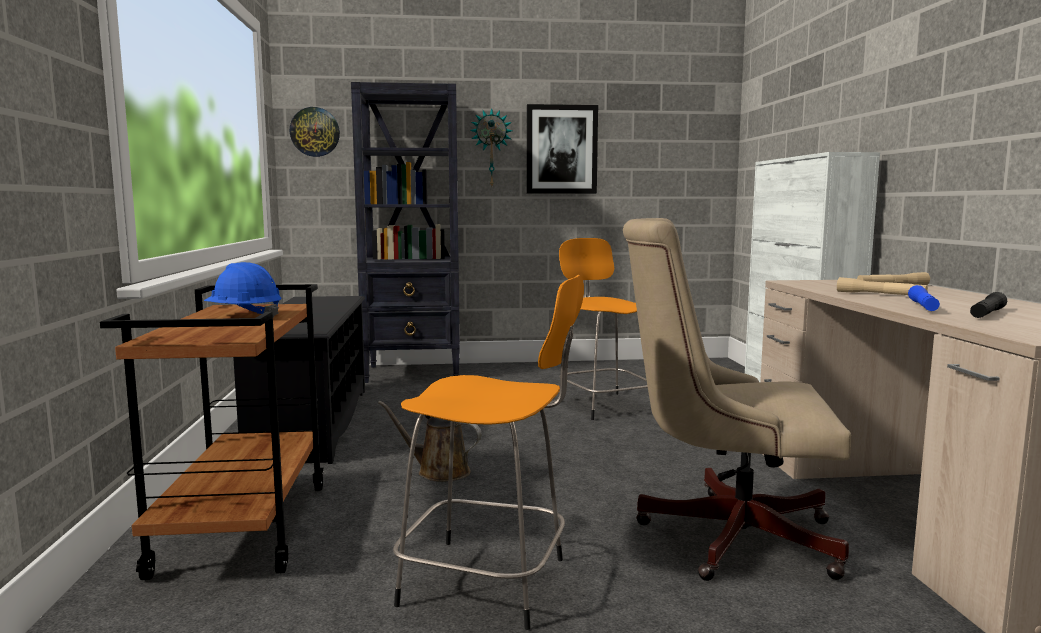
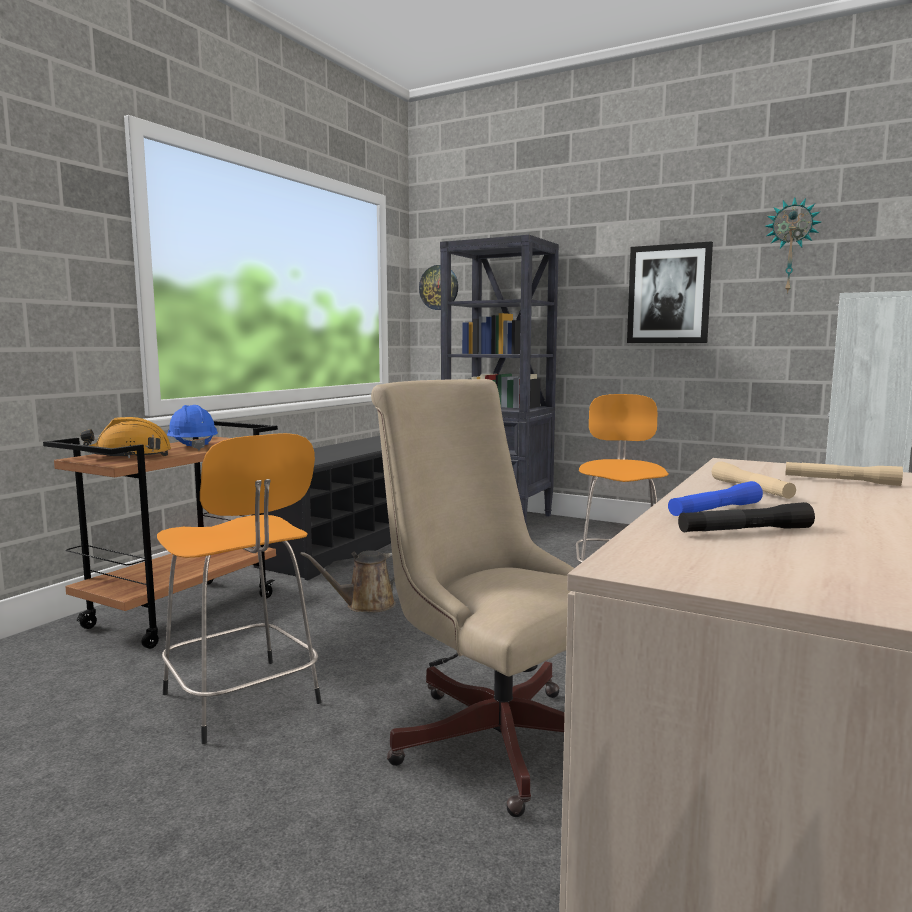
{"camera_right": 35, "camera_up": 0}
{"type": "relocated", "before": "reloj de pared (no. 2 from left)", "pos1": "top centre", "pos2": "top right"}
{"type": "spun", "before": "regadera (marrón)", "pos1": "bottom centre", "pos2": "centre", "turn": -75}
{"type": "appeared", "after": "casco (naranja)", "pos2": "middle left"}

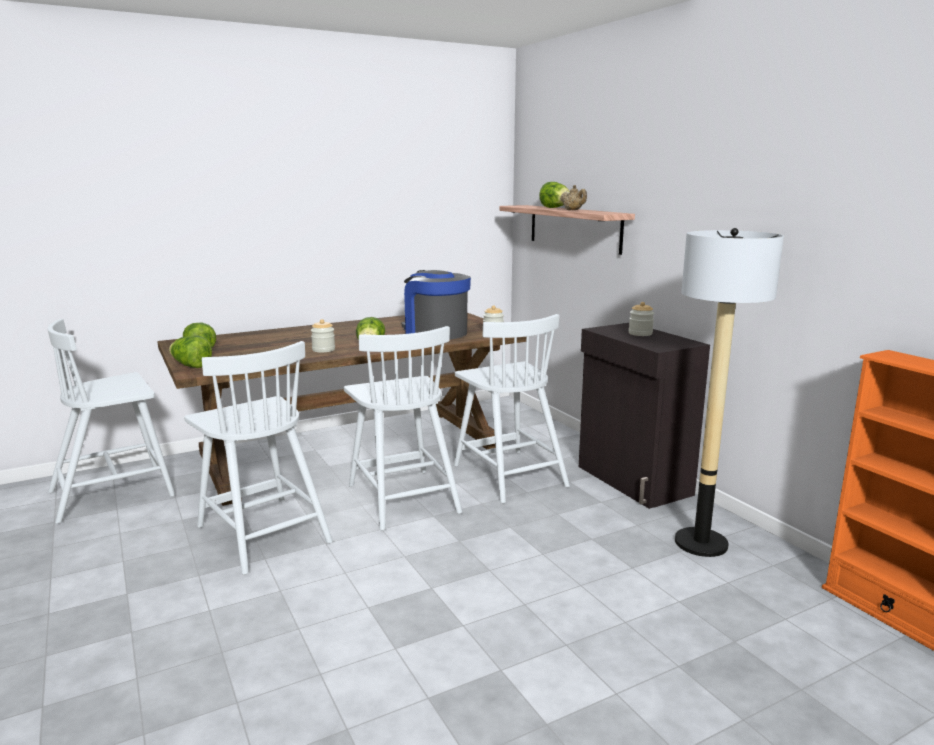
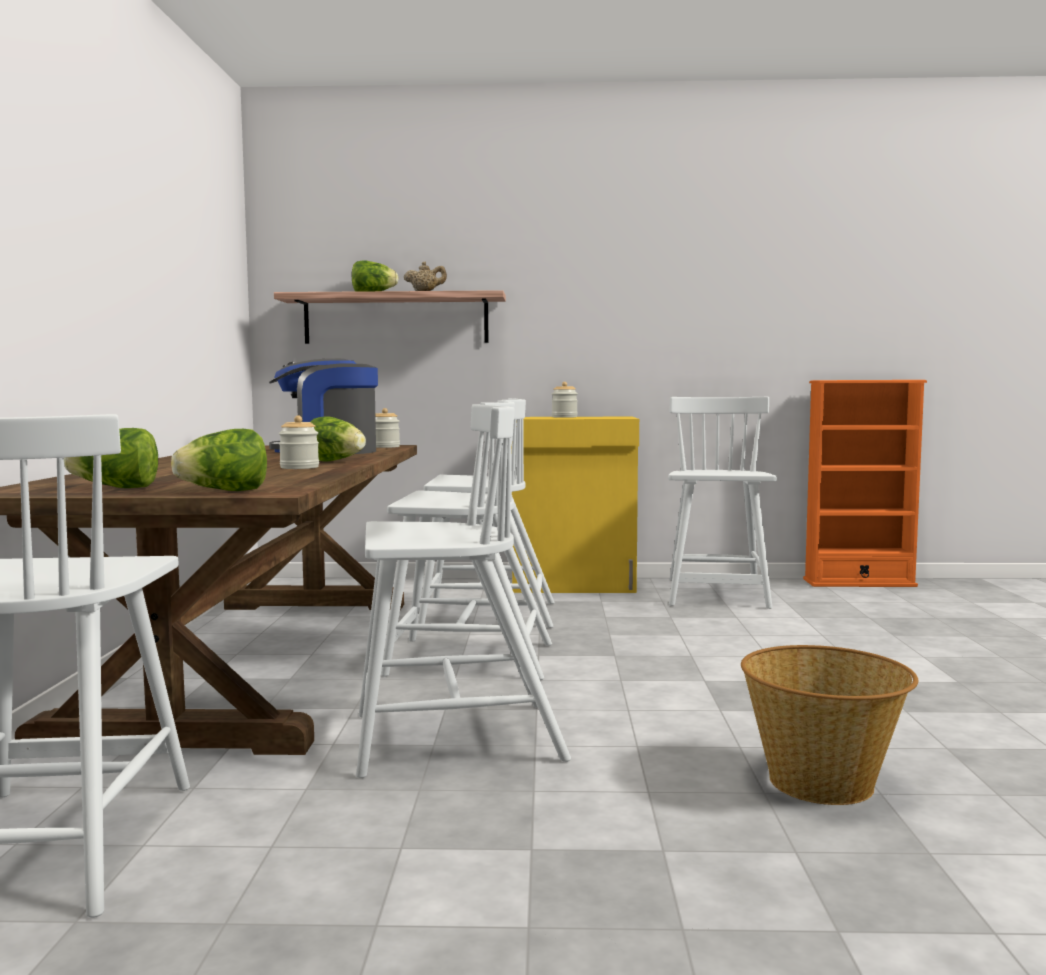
{"camera_right": -60, "camera_up": -10}
{"type": "exchanged", "before": "lámpara de pie", "after": "silla (blanco) (no. 5 from left)", "pos1": "middle right", "pos2": "middle right"}
{"type": "colour", "before": "armario (negro)", "after": "armario (amarillo)", "pos1": "middle right", "pos2": "centre"}
{"type": "appeared", "after": "cesta", "pos2": "bottom right"}

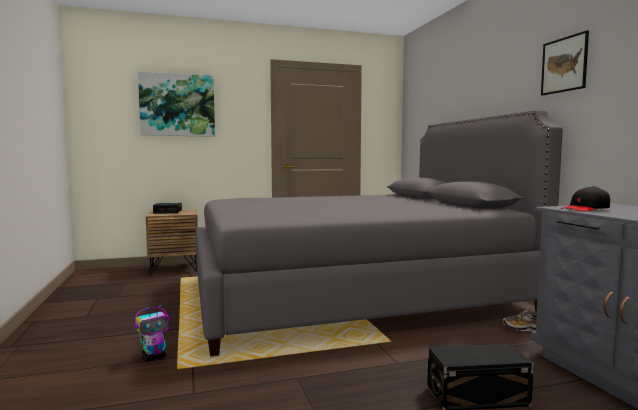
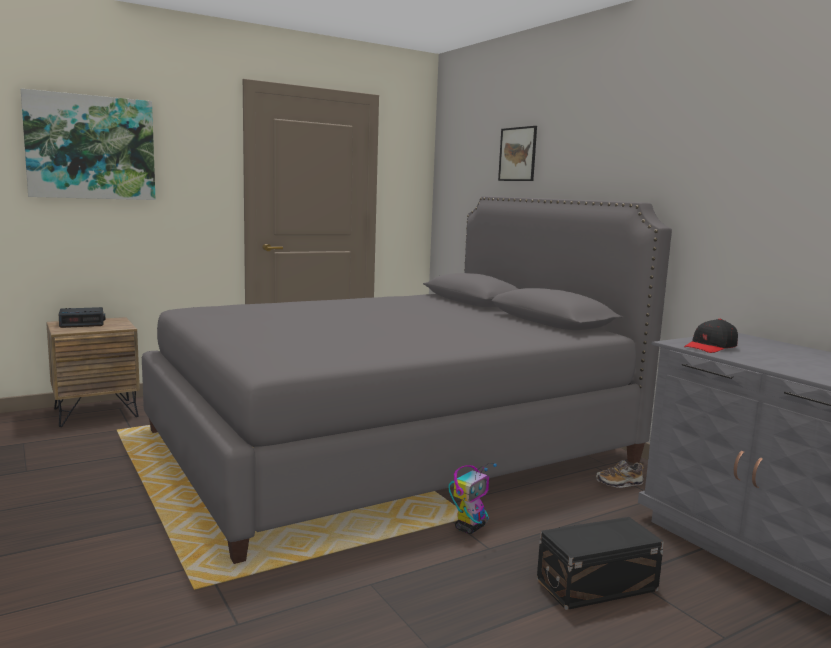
{"camera_right": -15, "camera_up": 5}
{"type": "relocated", "before": "cuadro (no. 2 from left)", "pos1": "top right", "pos2": "top centre"}
{"type": "relocated", "before": "robot de juguete", "pos1": "bottom left", "pos2": "bottom centre"}

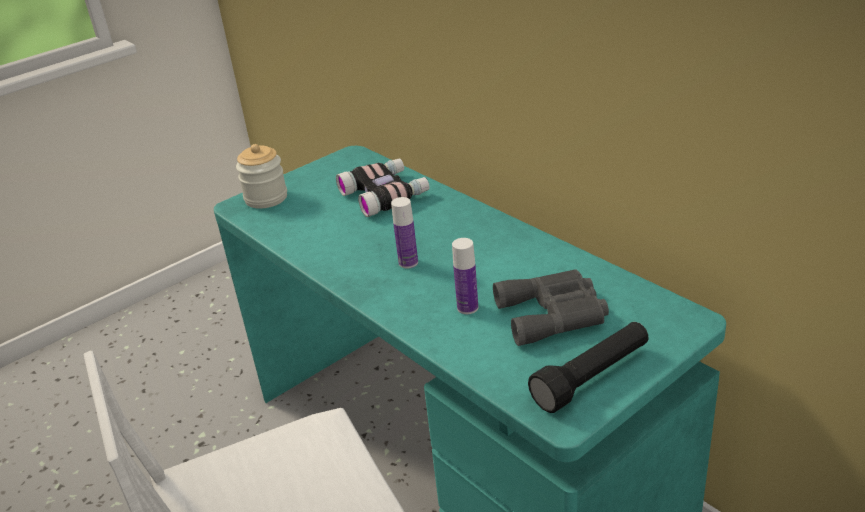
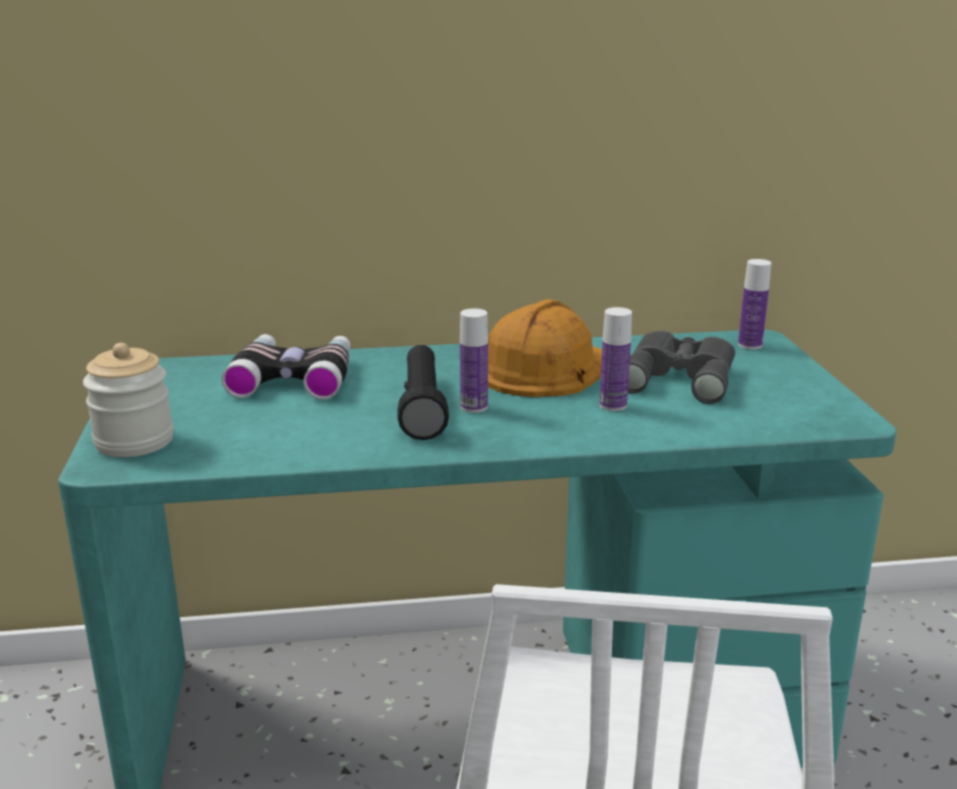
{"camera_right": -60, "camera_up": -10}
{"type": "relocated", "before": "linterna (negro)", "pos1": "bottom right", "pos2": "centre"}
{"type": "appeared", "after": "botella (no. 3 from left)", "pos2": "middle right"}
{"type": "appeared", "after": "casco (naranja)", "pos2": "centre"}

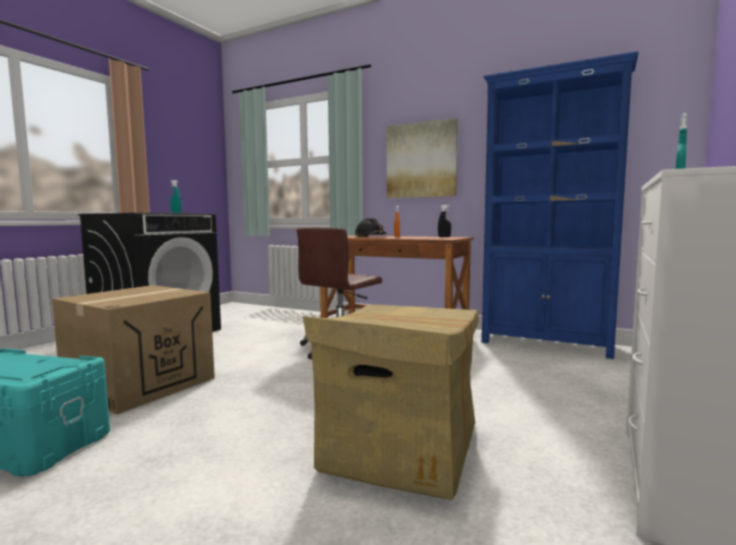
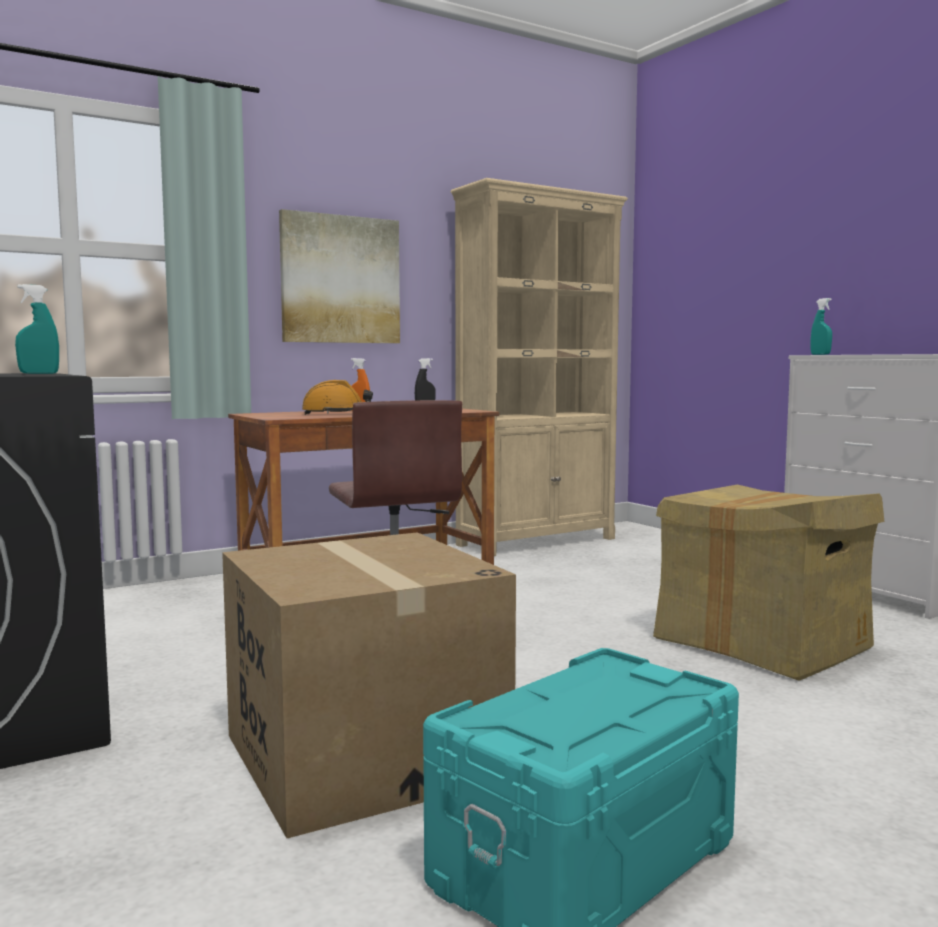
{"camera_right": -60, "camera_up": 0}
{"type": "colour", "before": "estantería (azul)", "after": "estantería (beis)", "pos1": "middle right", "pos2": "centre"}
{"type": "colour", "before": "casco (negro)", "after": "casco (naranja)", "pos1": "centre", "pos2": "centre"}

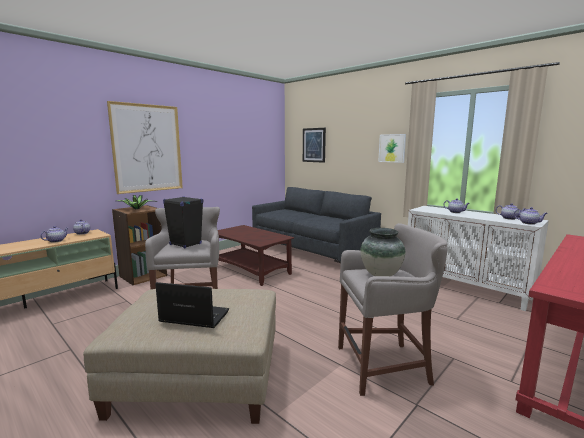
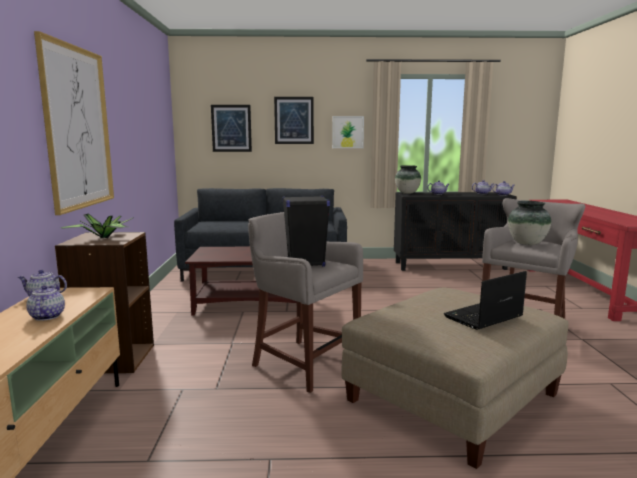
{"camera_right": -45, "camera_up": 0}
{"type": "colour", "before": "armario (blanco)", "after": "armario (negro)", "pos1": "middle right", "pos2": "middle right"}
{"type": "appeared", "after": "cuadro (no. 3 from left)", "pos2": "top centre"}
{"type": "appeared", "after": "florero (no. 1 from left)", "pos2": "centre"}

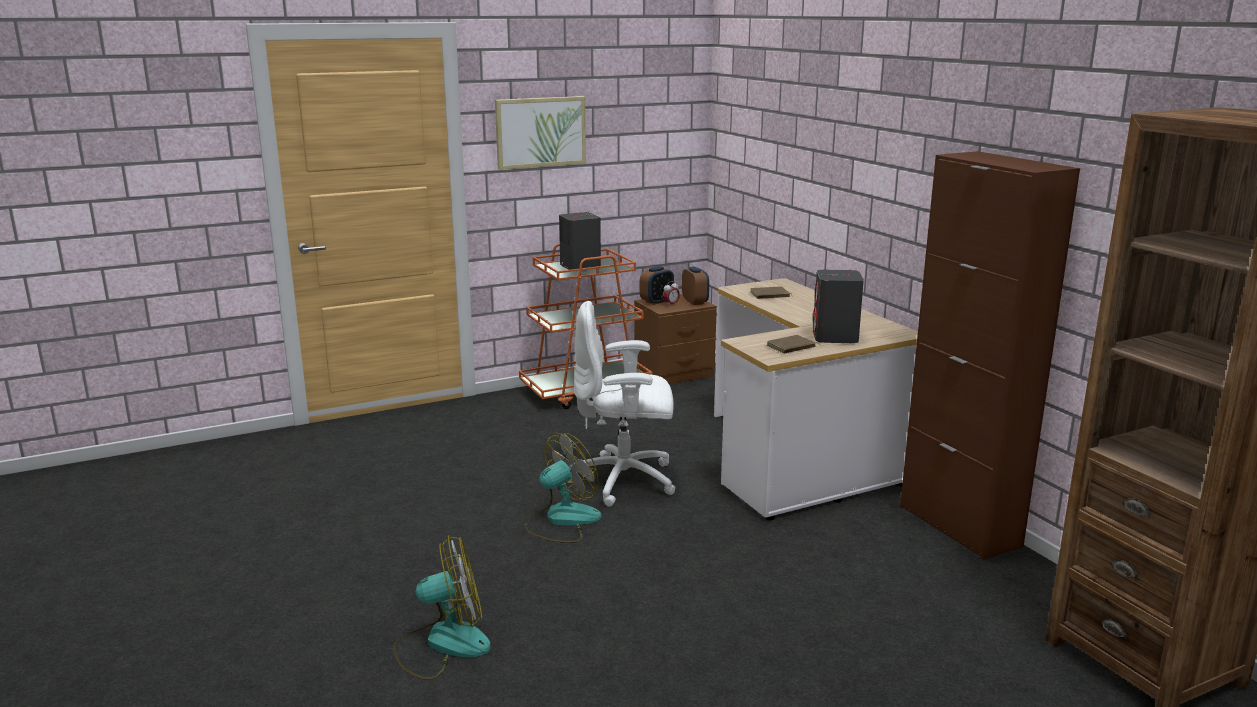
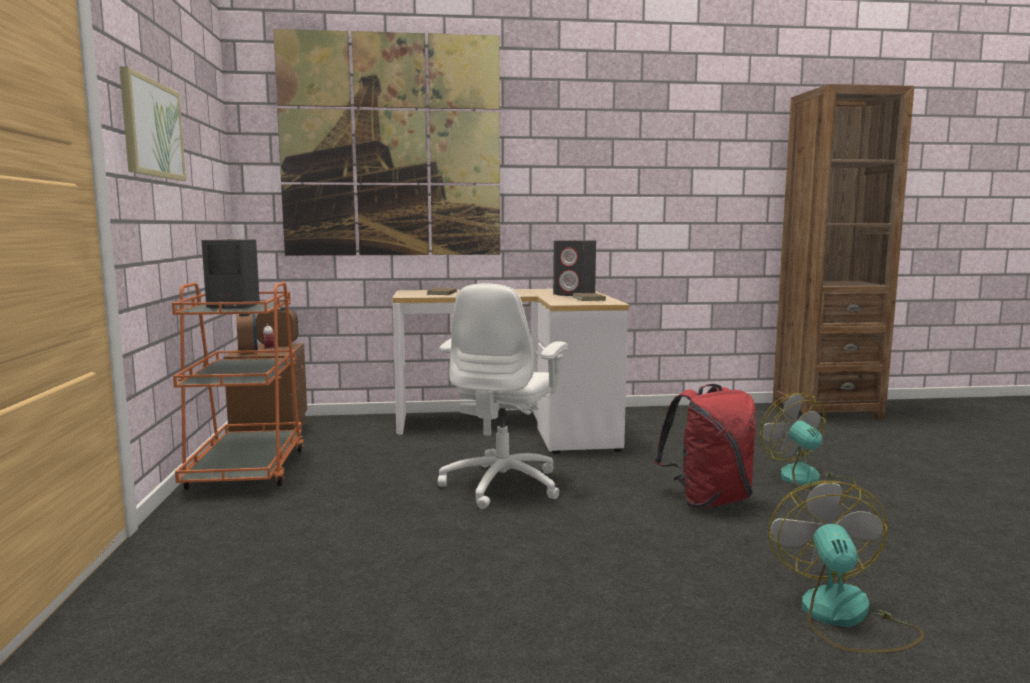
{"camera_right": -70, "camera_up": -10}
{"type": "missing", "before": "armario (marrón)", "pos1": "middle right"}
{"type": "relocated", "before": "ventilador (no. 2 from left in the first image)", "after": "ventilador (no. 1 from left)", "pos1": "bottom centre", "pos2": "middle right"}
{"type": "appeared", "after": "cuadro (no. 2 from left)", "pos2": "top centre"}
{"type": "appeared", "after": "mochila (rojo)", "pos2": "middle right"}

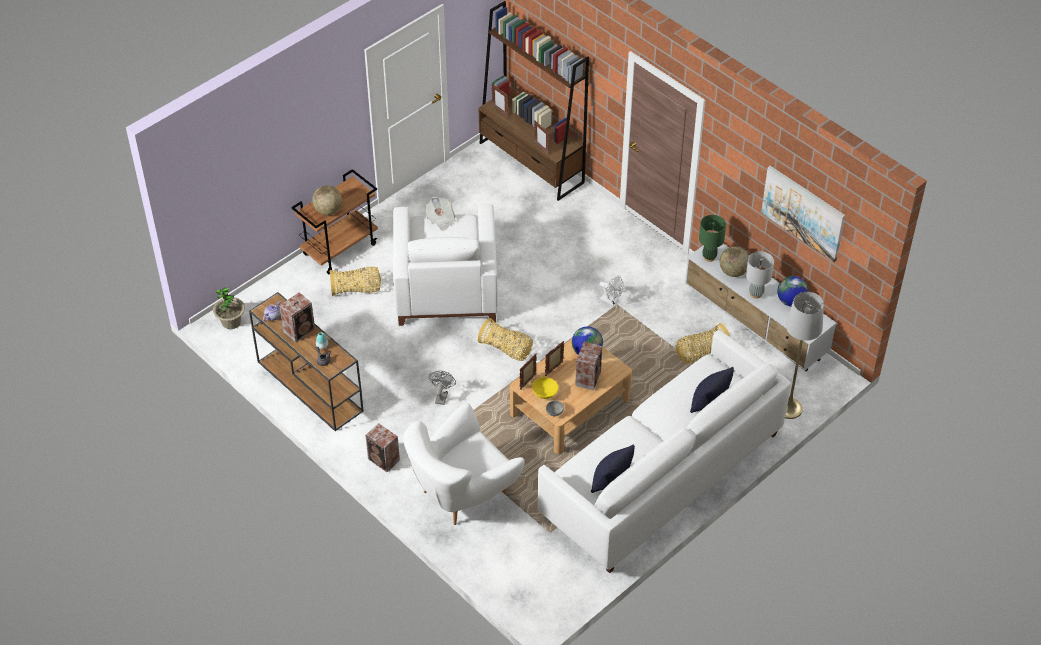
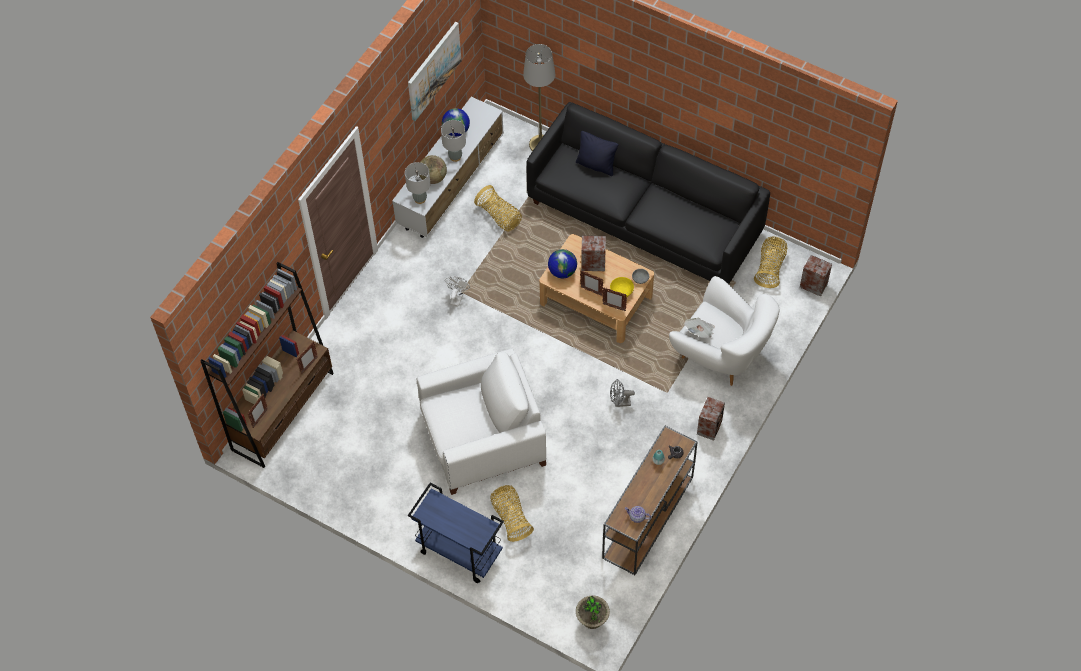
{"camera_right": -105, "camera_up": 10}
{"type": "colour", "before": "carrito (marrón)", "after": "carrito (azul)", "pos1": "middle left", "pos2": "bottom centre"}
{"type": "missing", "before": "globo terráqueo (no. 1 from left)", "pos1": "top left"}
{"type": "relocated", "before": "periódico", "pos1": "top centre", "pos2": "centre"}
{"type": "colour", "before": "lámpara de mesa (verde)", "after": "lámpara de mesa (gris) (no. 1 from left)", "pos1": "middle right", "pos2": "top centre"}
{"type": "relocated", "before": "altavoz (no. 1 from left in the first image)", "after": "altavoz (no. 3 from left)", "pos1": "middle left", "pos2": "middle right"}
{"type": "relocated", "before": "cesta (no. 2 from left in the first image)", "after": "cesta (no. 3 from left)", "pos1": "centre", "pos2": "middle right"}
{"type": "colour", "before": "sofá (blanco)", "after": "sofá (negro)", "pos1": "bottom centre", "pos2": "top centre"}
{"type": "missing", "before": "cojín (negro) (no. 1 from left)", "pos1": "bottom centre"}

